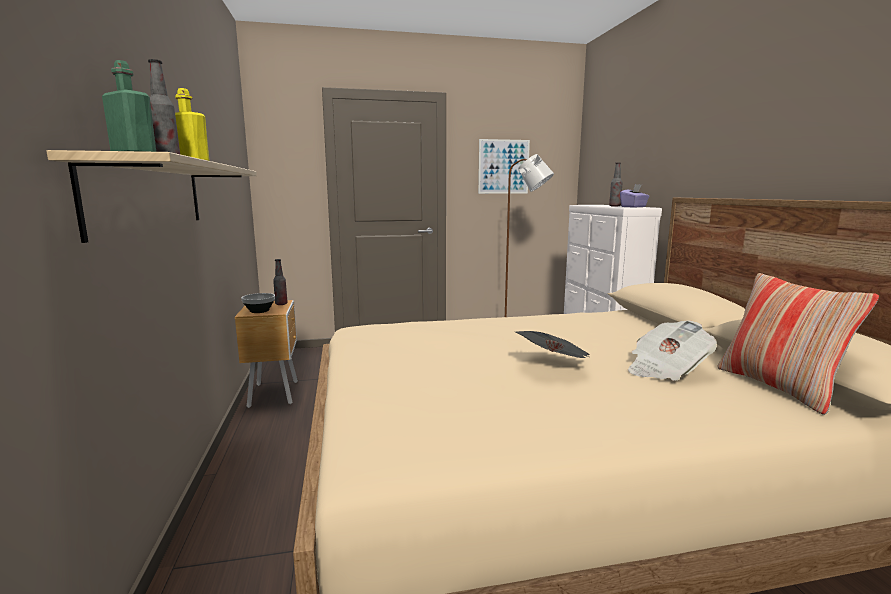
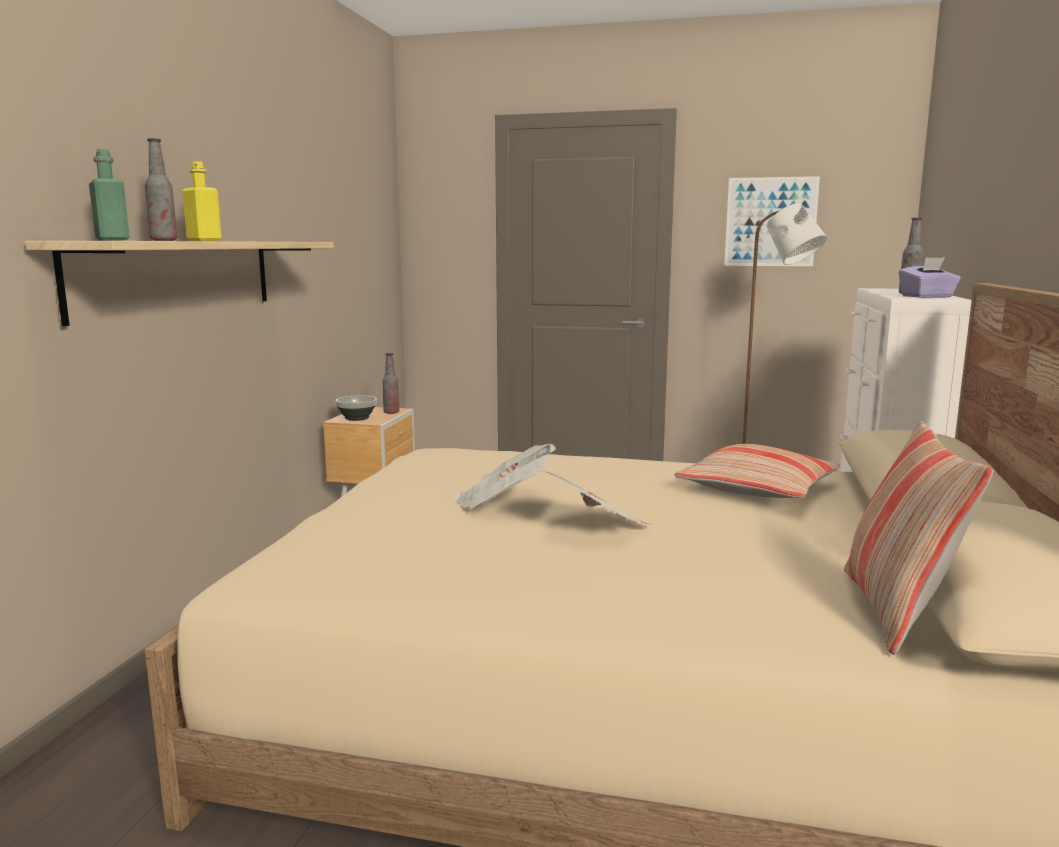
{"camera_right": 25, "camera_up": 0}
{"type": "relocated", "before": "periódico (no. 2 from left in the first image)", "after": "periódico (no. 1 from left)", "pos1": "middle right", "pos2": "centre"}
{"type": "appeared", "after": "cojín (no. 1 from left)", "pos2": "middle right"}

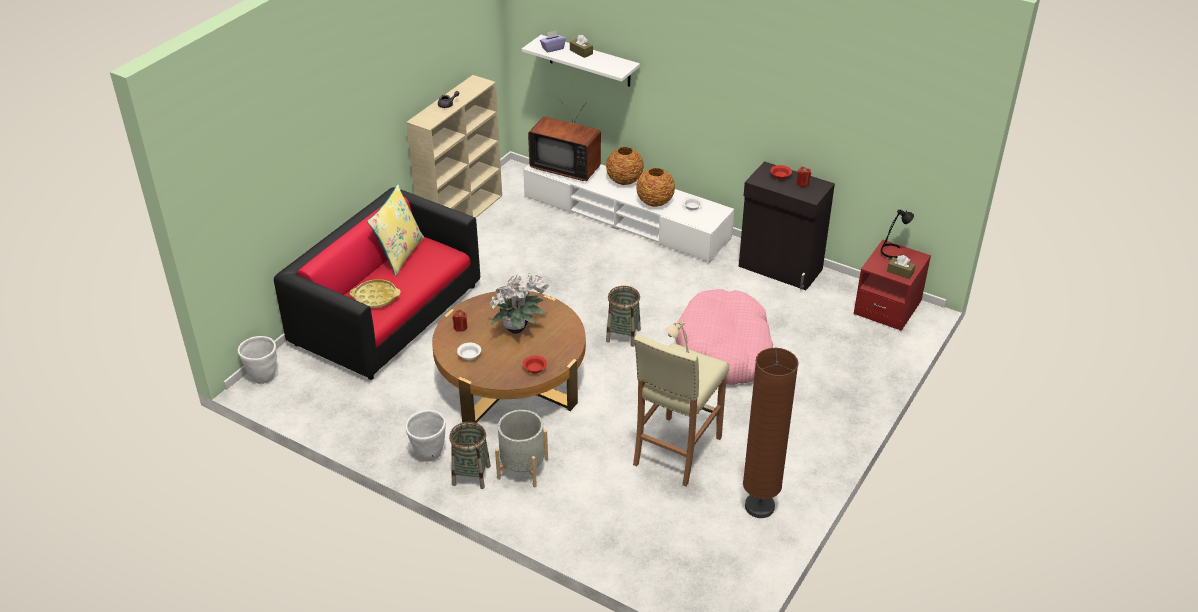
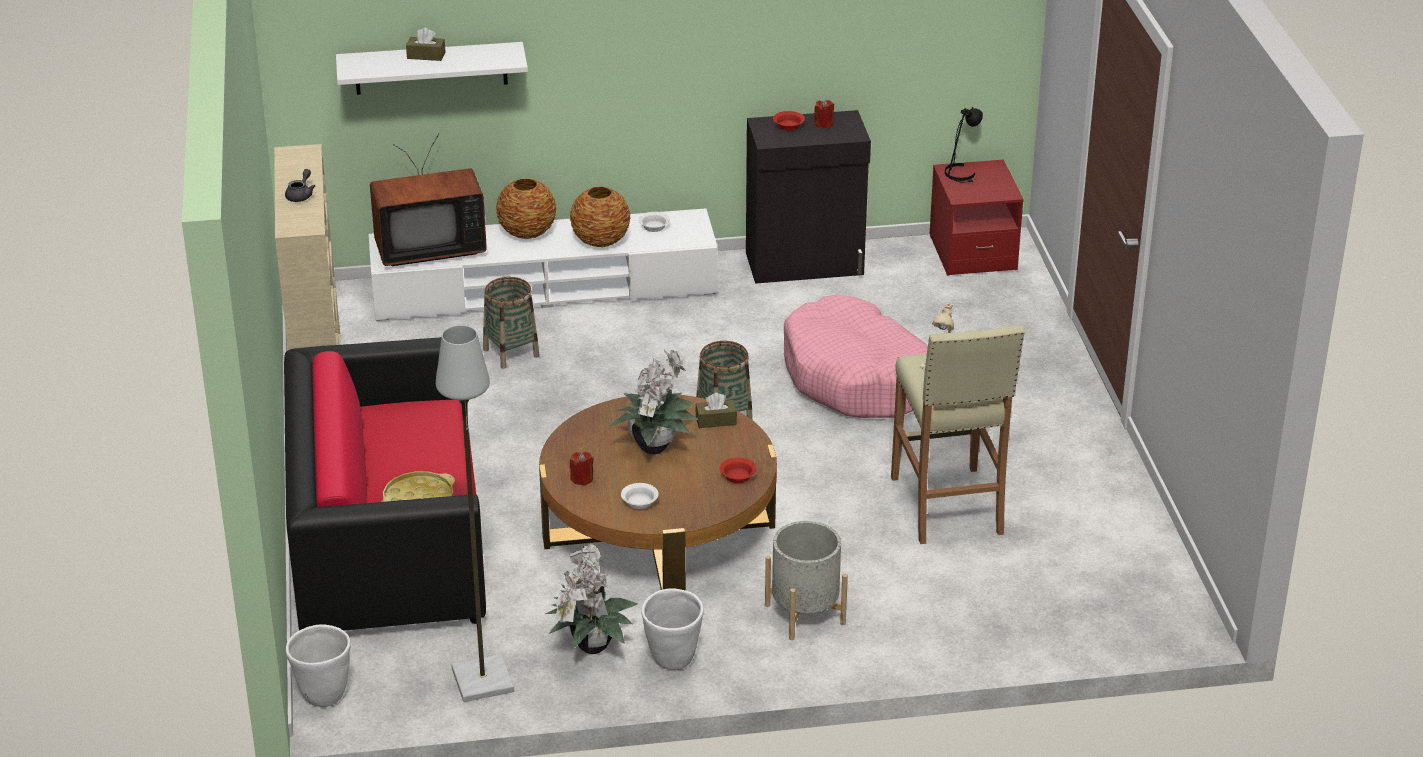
{"camera_right": -40, "camera_up": -5}
{"type": "missing", "before": "caja de pañuelos (morado)", "pos1": "top centre"}
{"type": "missing", "before": "cojín (amarillo)", "pos1": "middle left"}
{"type": "relocated", "before": "caja de pañuelos (marrón) (no. 2 from left)", "pos1": "middle right", "pos2": "centre"}
{"type": "missing", "before": "lámpara de pie (marrón)", "pos1": "bottom centre"}
{"type": "relocated", "before": "cesta (no. 1 from left)", "pos1": "bottom centre", "pos2": "centre"}
{"type": "appeared", "after": "lámpara de pie (gris)", "pos2": "bottom centre"}
{"type": "appeared", "after": "planta en maceta (no. 1 from left)", "pos2": "bottom centre"}

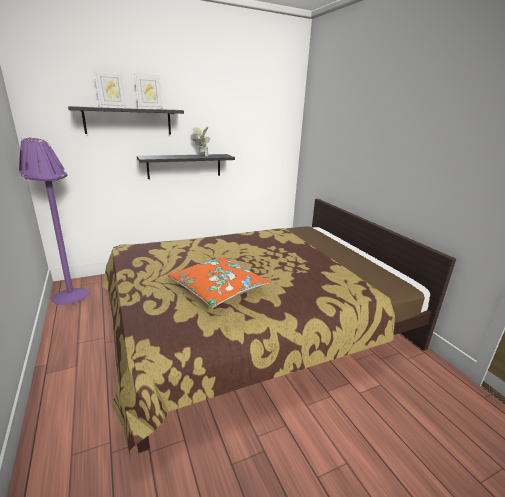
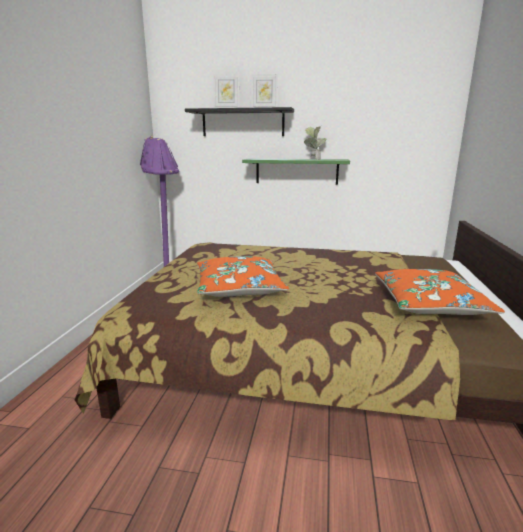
{"camera_right": 35, "camera_up": -5}
{"type": "colour", "before": "estante (negro) (no. 2 from left)", "after": "estante (verde)", "pos1": "centre", "pos2": "top centre"}
{"type": "appeared", "after": "cojín (naranja) (no. 2 from left)", "pos2": "middle right"}

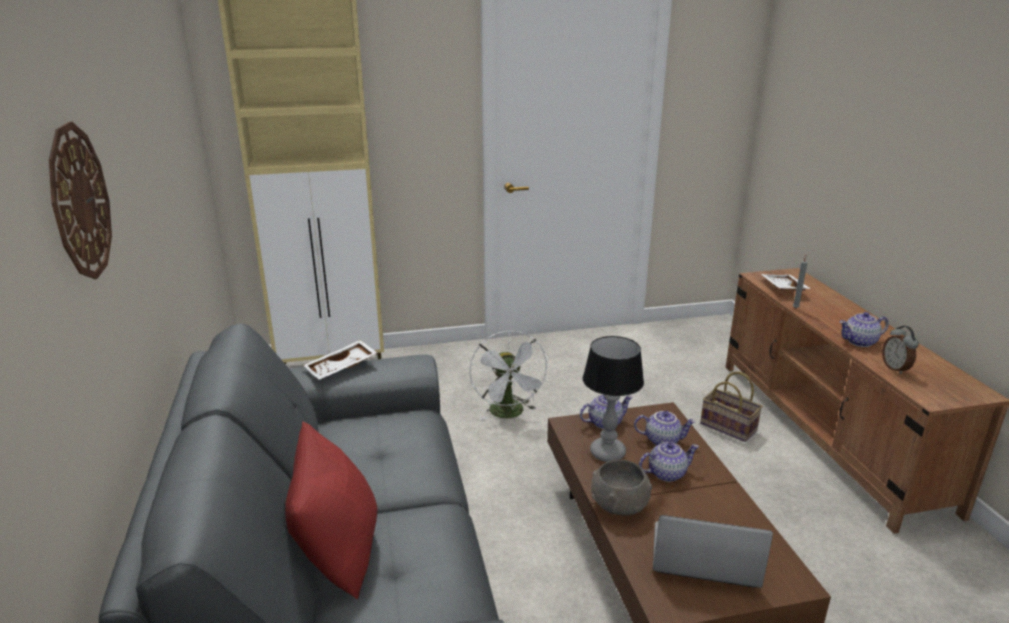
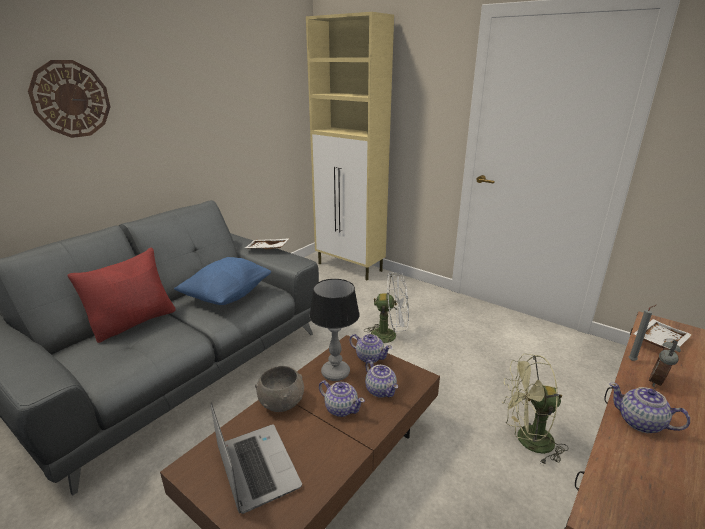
{"camera_right": 50, "camera_up": 0}
{"type": "relocated", "before": "despertador", "pos1": "middle right", "pos2": "bottom right"}
{"type": "spun", "before": "ventilador (blanco)", "pos1": "centre", "pos2": "centre", "turn": -120}
{"type": "exchanged", "before": "cesta", "after": "ventilador (verde)", "pos1": "middle right", "pos2": "bottom right"}
{"type": "appeared", "after": "cojín (azul)", "pos2": "middle left"}

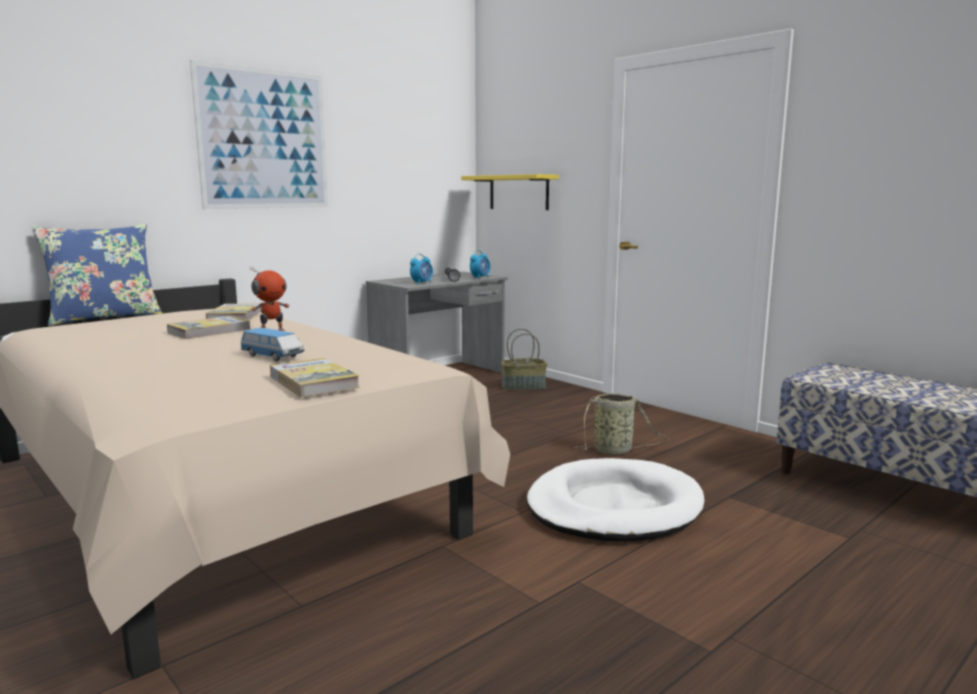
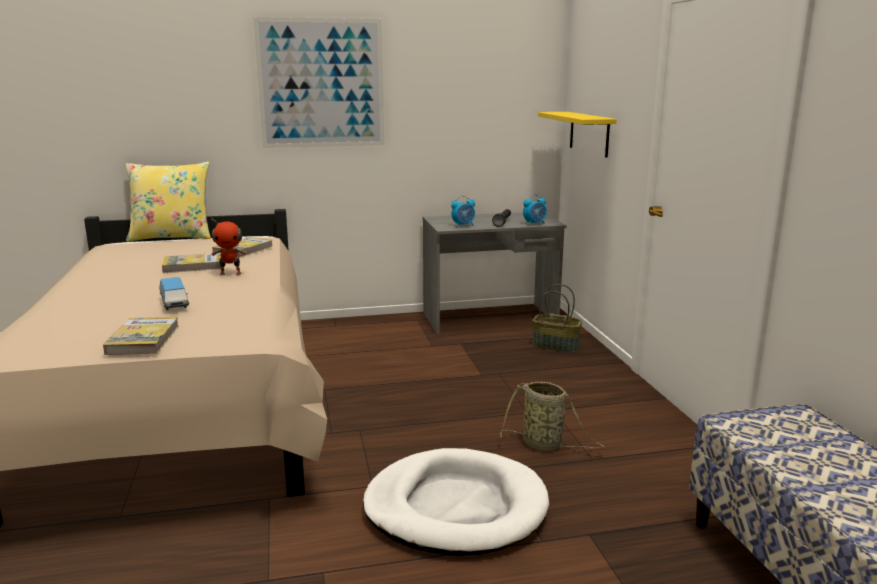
{"camera_right": 30, "camera_up": 5}
{"type": "colour", "before": "cojín (azul)", "after": "cojín (amarillo)", "pos1": "middle left", "pos2": "middle left"}

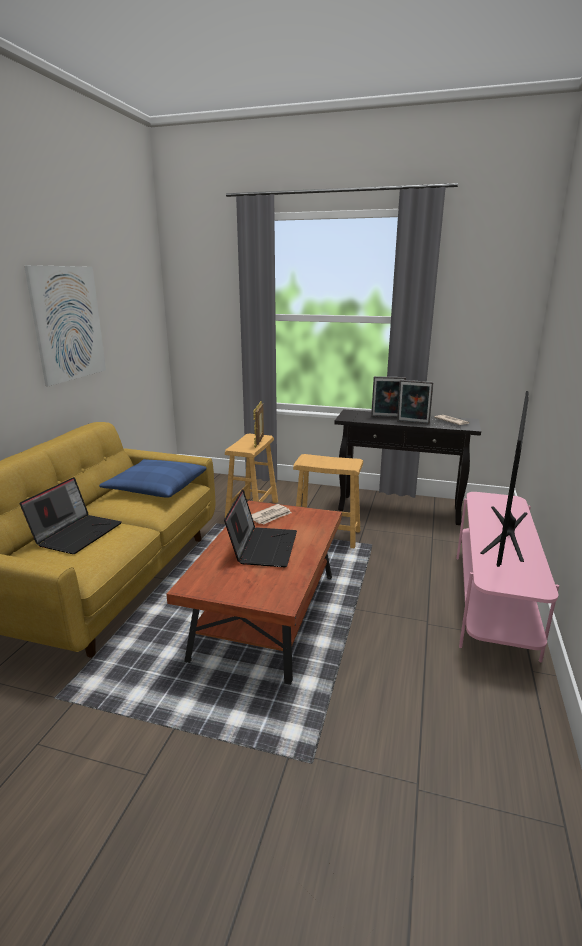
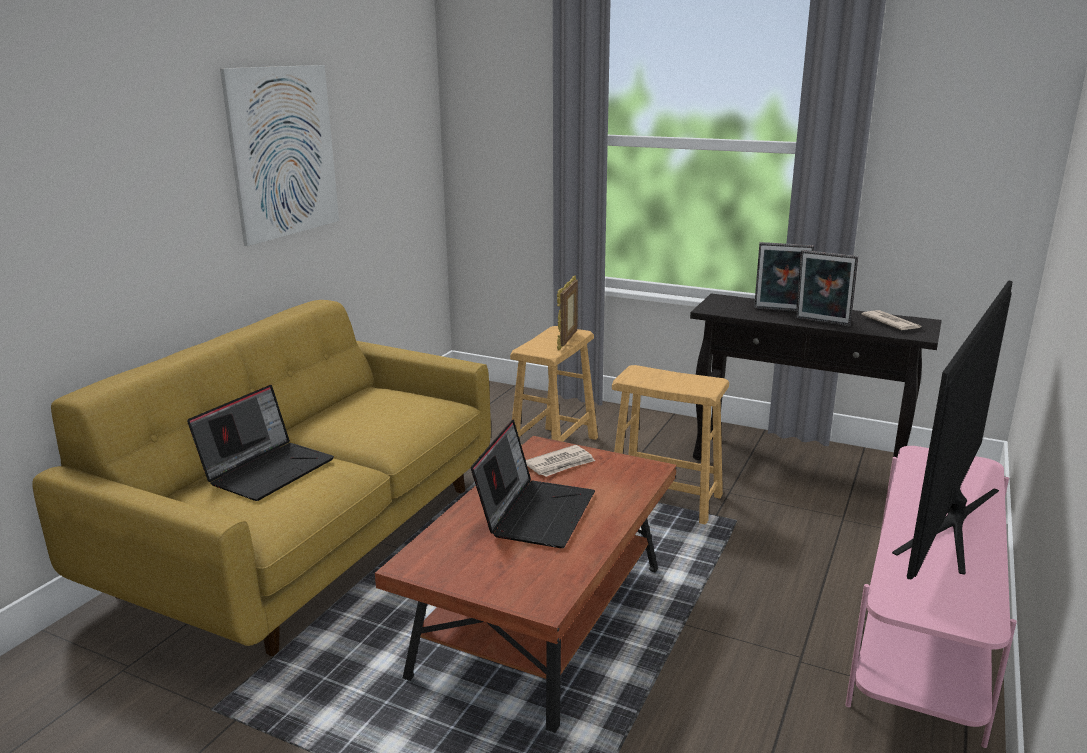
{"camera_right": 10, "camera_up": 0}
{"type": "missing", "before": "cojín (azul)", "pos1": "middle left"}

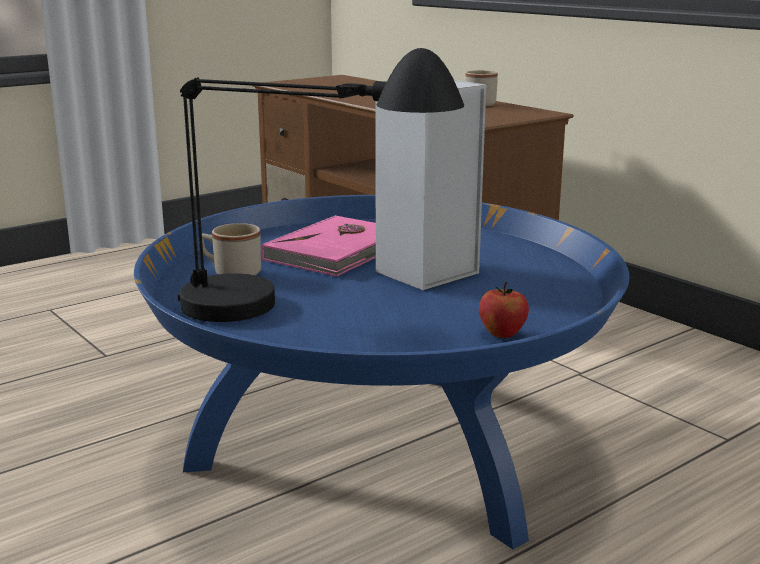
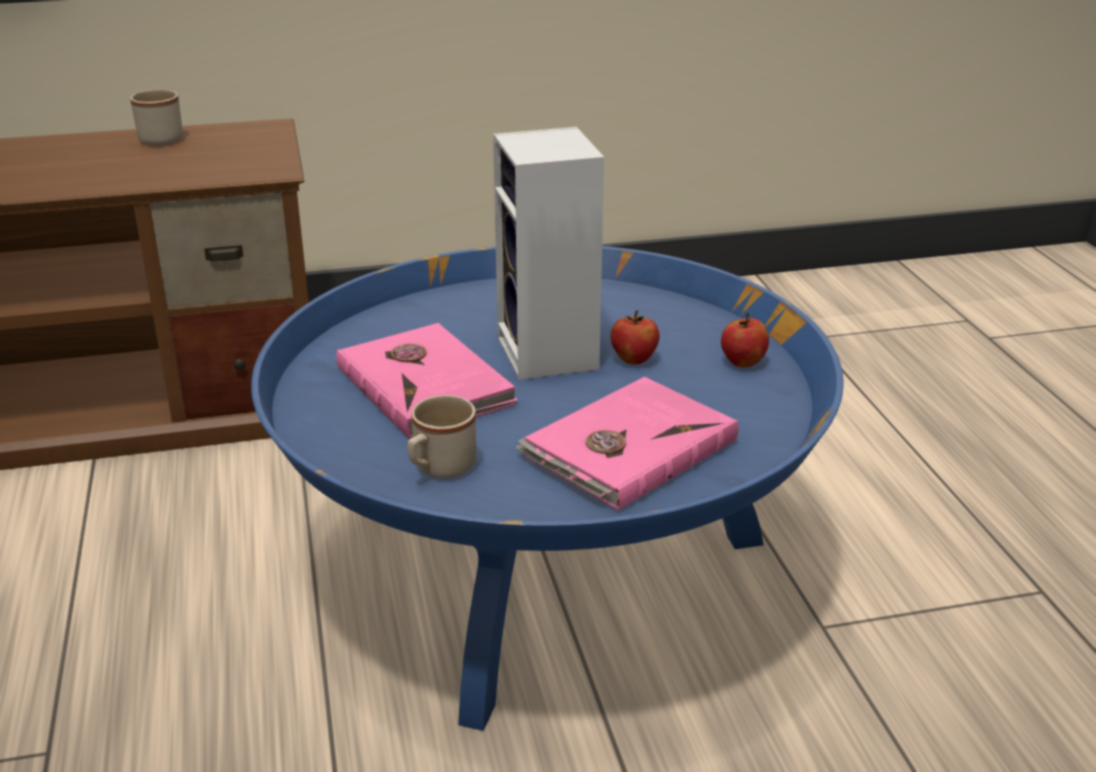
{"camera_right": -65, "camera_up": 10}
{"type": "exchanged", "before": "lámpara de mesa (negro)", "after": "libro (rosa) (no. 2 from left)", "pos1": "top centre", "pos2": "centre"}
{"type": "appeared", "after": "manzana (no. 1 from left)", "pos2": "centre"}

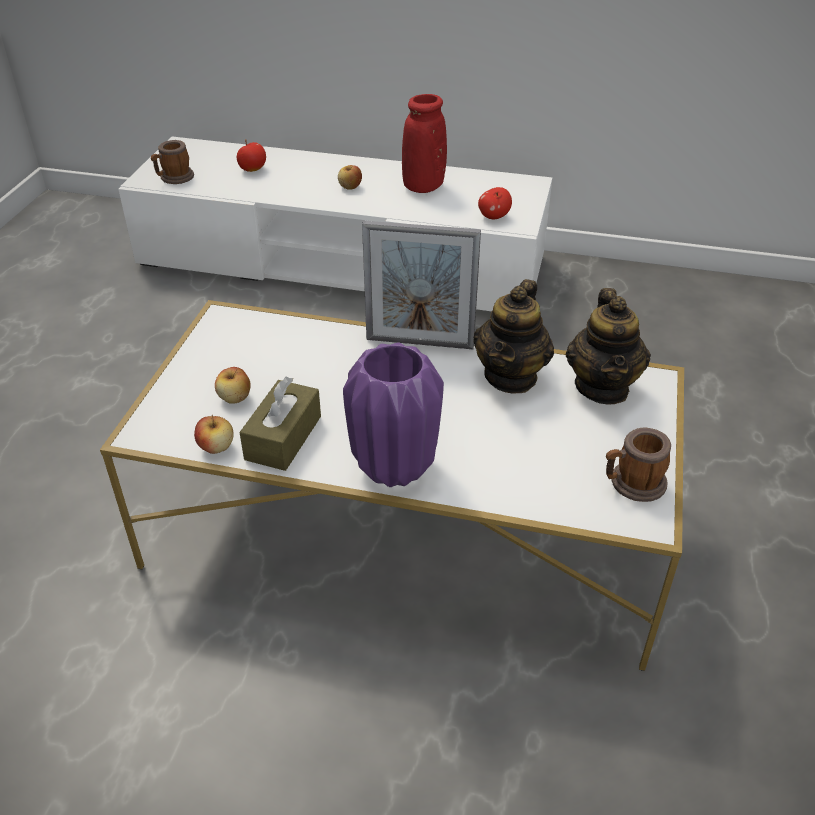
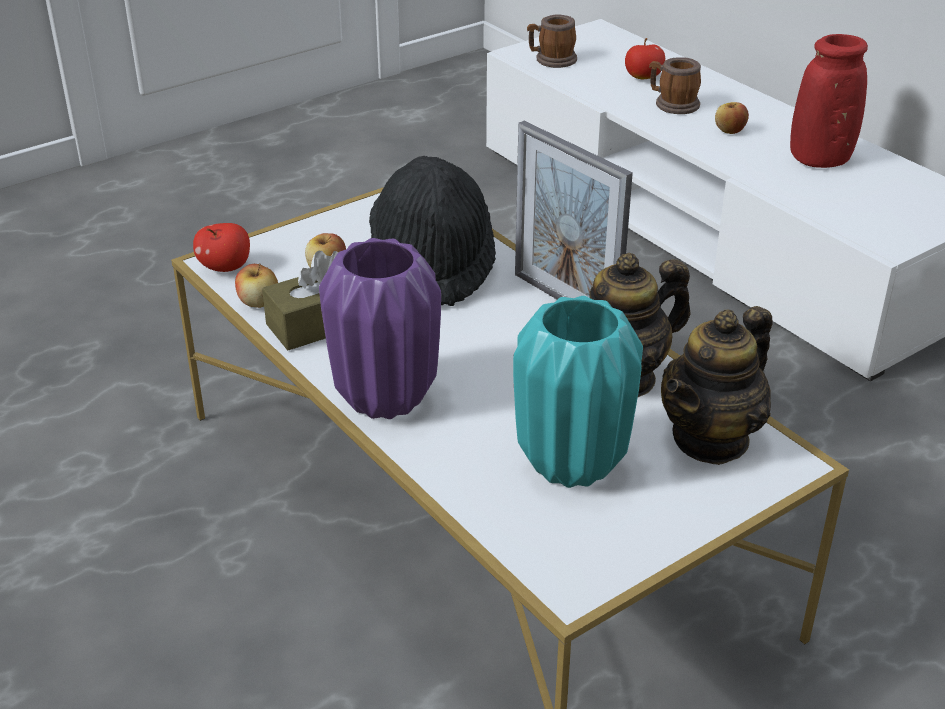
{"camera_right": 40, "camera_up": -5}
{"type": "relocated", "before": "manzana (no. 5 from left in the first image)", "after": "manzana (no. 1 from left)", "pos1": "top centre", "pos2": "middle left"}
{"type": "relocated", "before": "taza grande (no. 2 from left)", "pos1": "middle right", "pos2": "top right"}
{"type": "appeared", "after": "sombrero (negro)", "pos2": "top centre"}
{"type": "appeared", "after": "florero (turquesa)", "pos2": "centre"}

